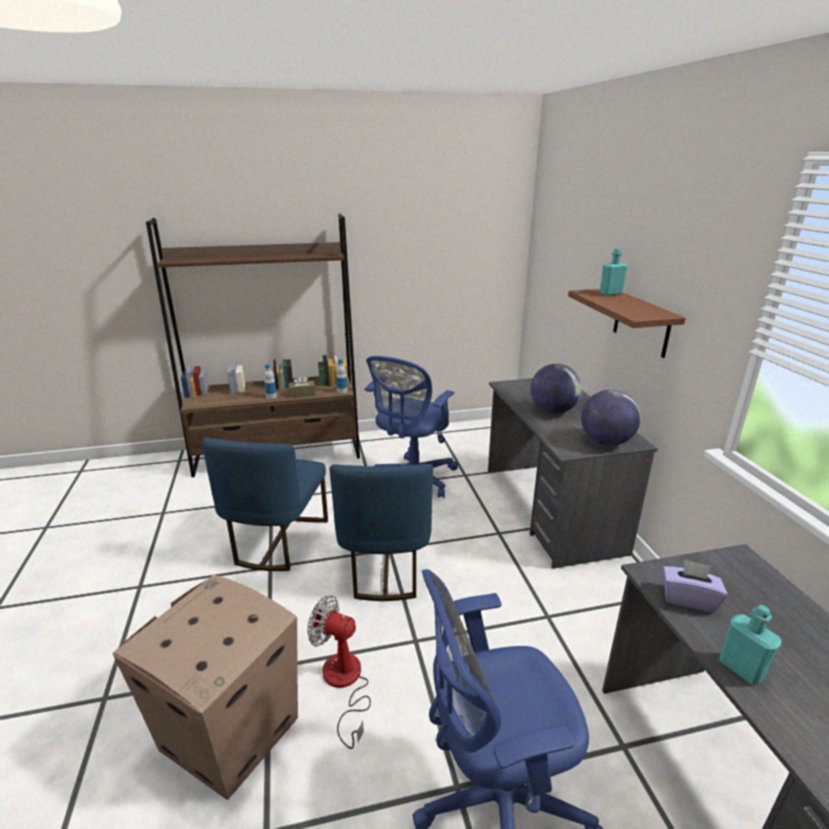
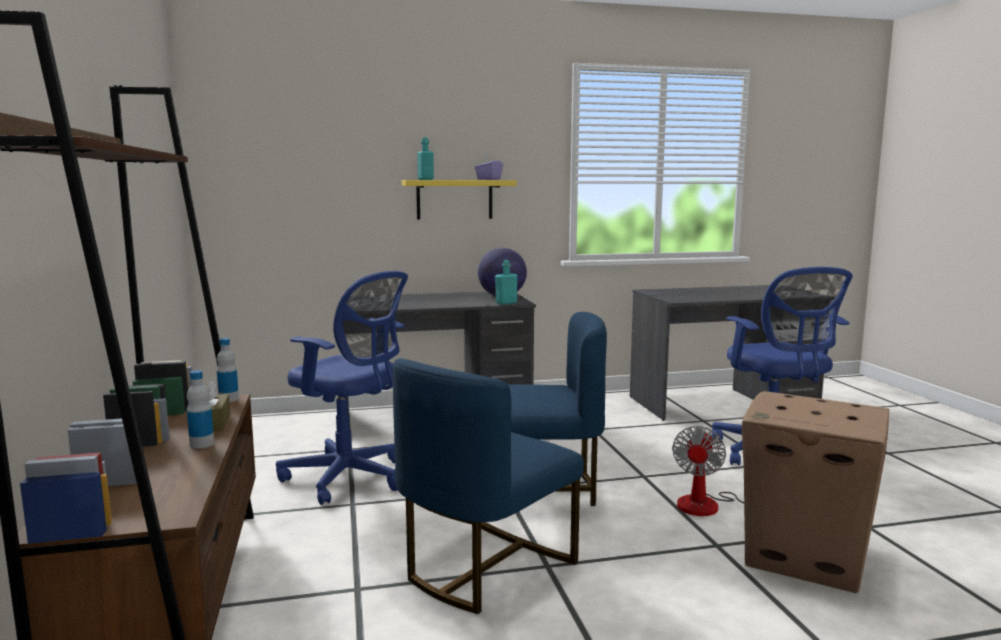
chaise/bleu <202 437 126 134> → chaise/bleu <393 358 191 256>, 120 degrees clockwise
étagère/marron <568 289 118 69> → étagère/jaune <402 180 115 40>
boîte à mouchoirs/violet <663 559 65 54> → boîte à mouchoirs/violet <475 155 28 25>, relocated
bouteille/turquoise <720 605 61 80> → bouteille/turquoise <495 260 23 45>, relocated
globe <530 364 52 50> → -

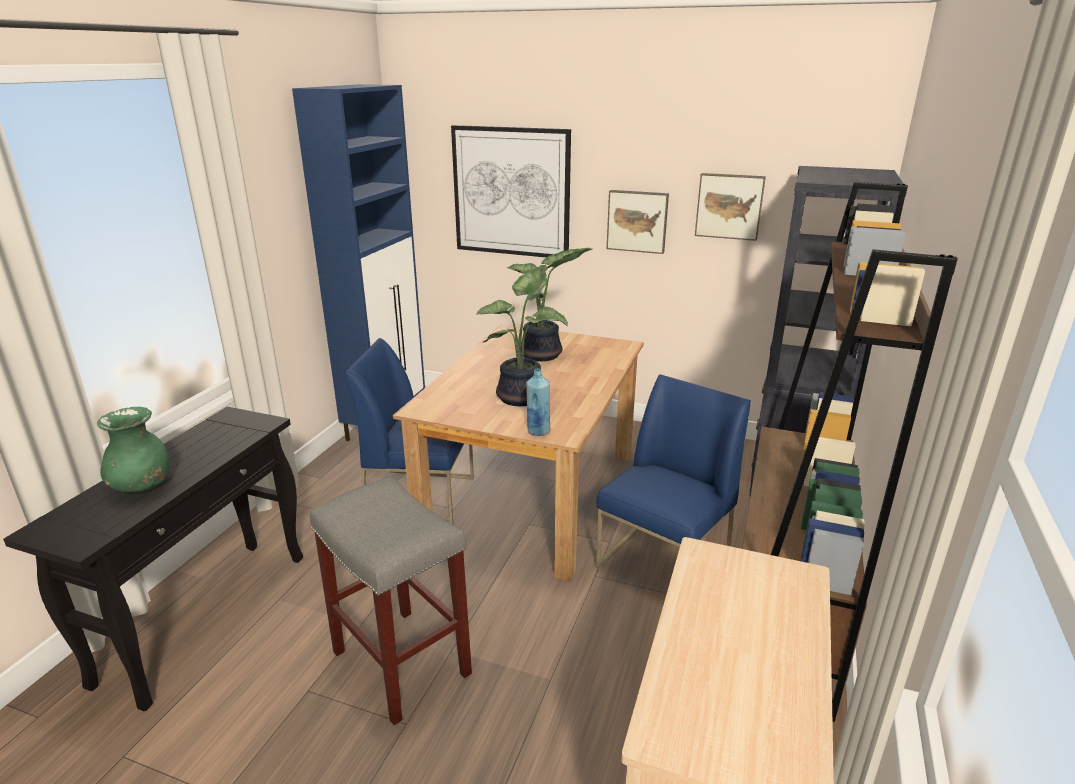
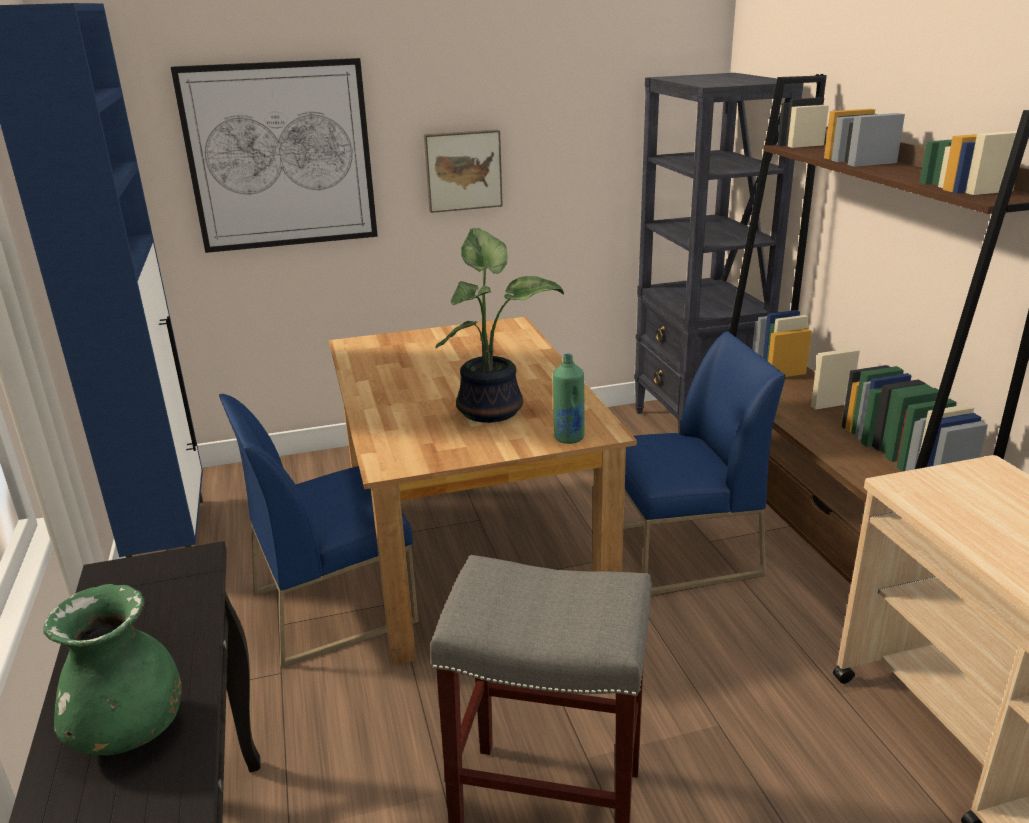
bouteille/bleu <526 368 24 68> → bouteille/vert <553 354 32 90>
chaise/bleu <596 374 155 194> → chaise/bleu <623 331 163 264>, 75 degrees clockwise
plante en pot <507 248 85 114> → -
tableau <695 173 71 68> → -

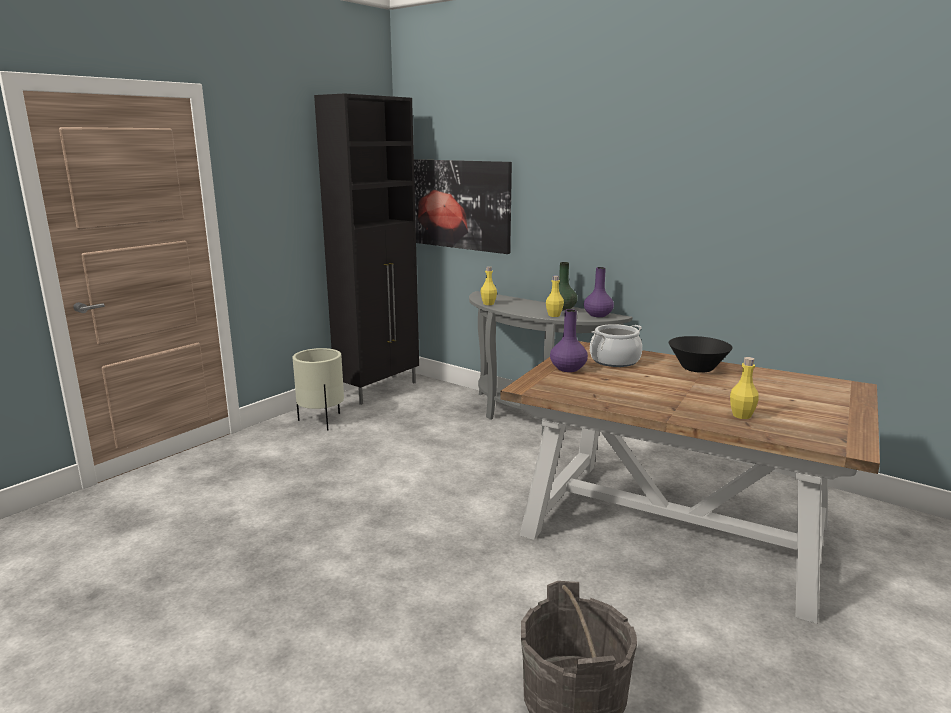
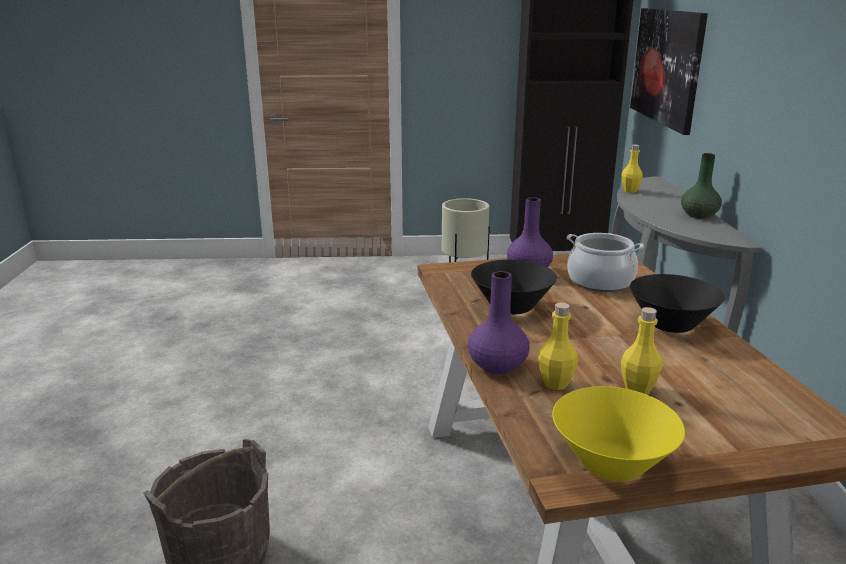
vase/violet <584 267 30 50> → vase/violet <468 271 62 103>, relocated
- → bol/noir <471 260 86 54>
- → bol/jaune <552 386 133 95>
bouteille/jaune <546 276 18 41> → bouteille/jaune <621 307 42 88>, relocated

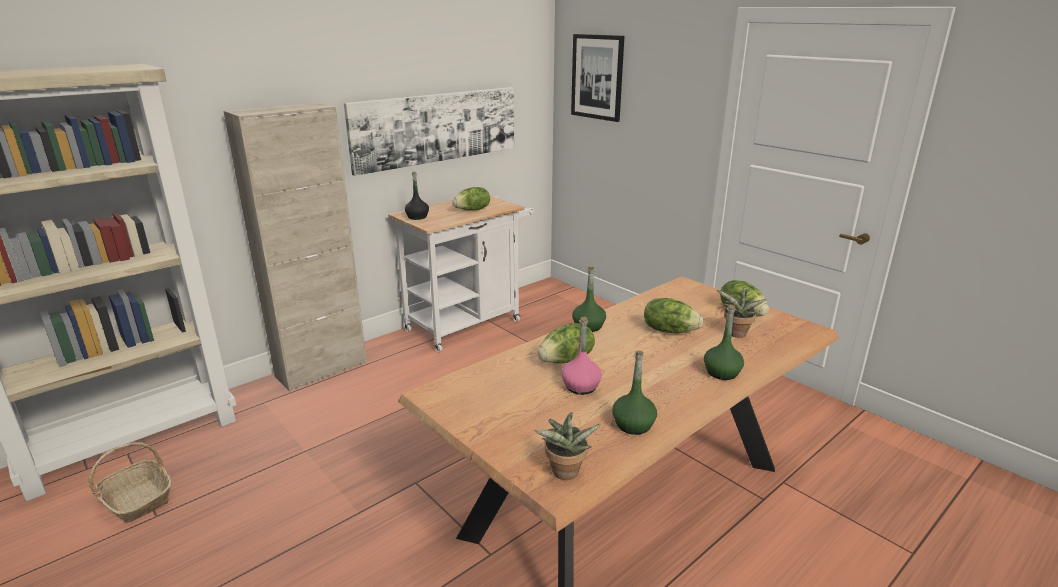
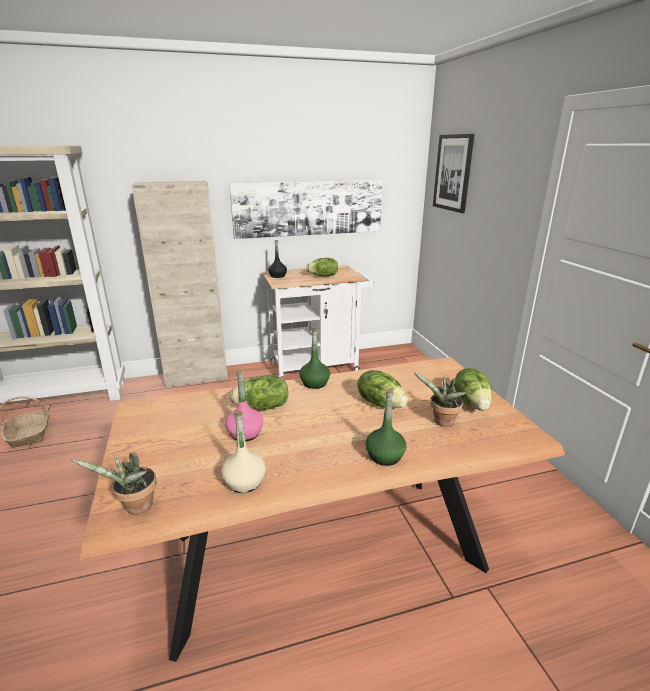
bouteille/vert <612 350 45 85> → bouteille/beige <221 410 45 83>

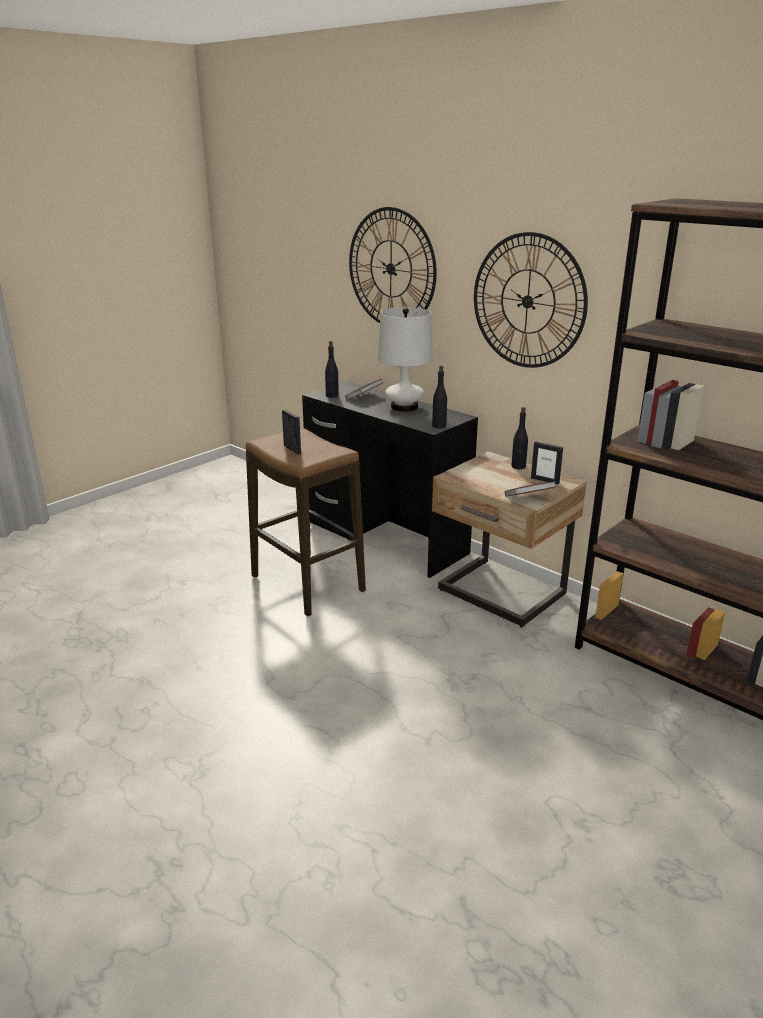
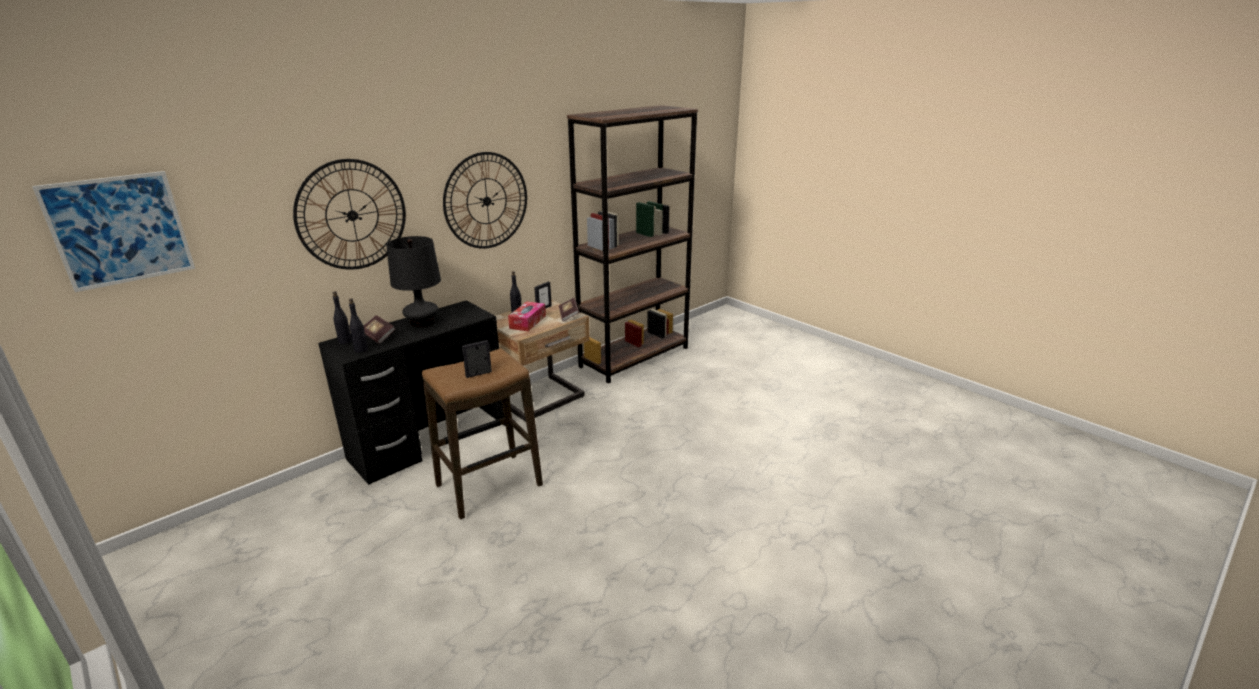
- → tableau <32 171 163 121>
bouteille/noir <432 366 15 62> → bouteille/noir <333 291 19 53>, relocated
lampe de table/blanc <378 307 55 105> → lampe de table/noir <386 236 55 91>
- → boîte à mouchoirs <508 301 38 30>

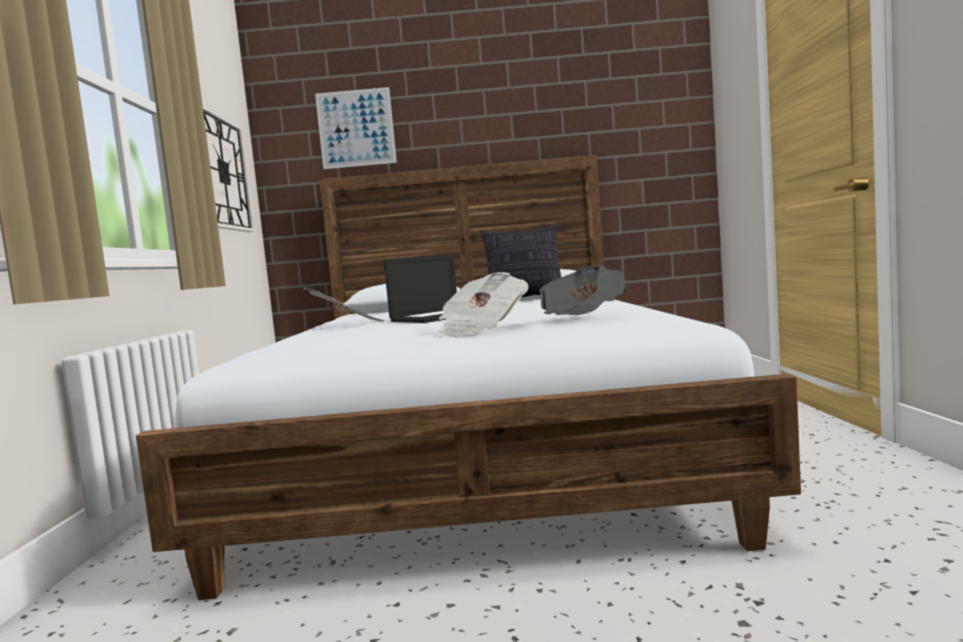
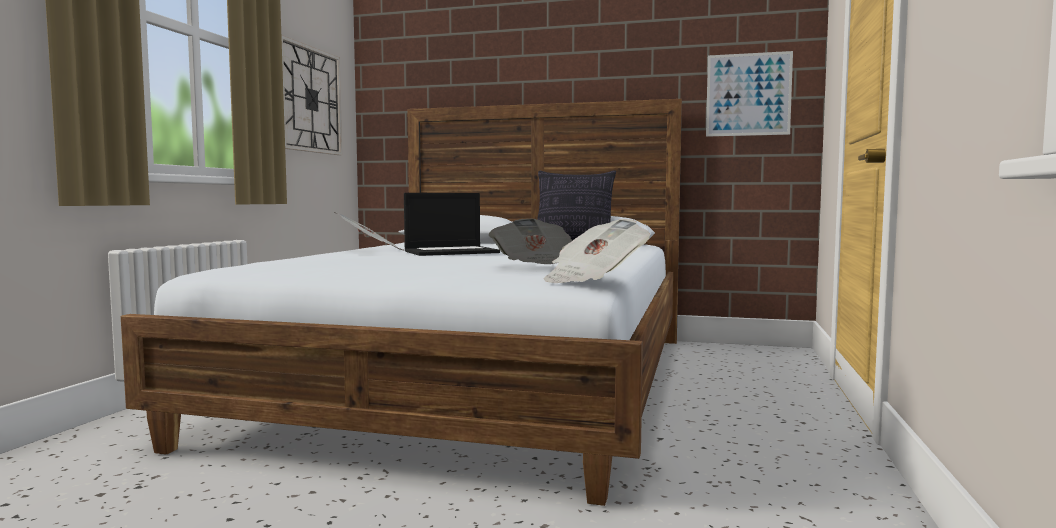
journal <438 272 91 66> → journal <544 219 106 64>, relocated
tableau <315 87 82 82> → tableau <706 51 87 86>, relocated

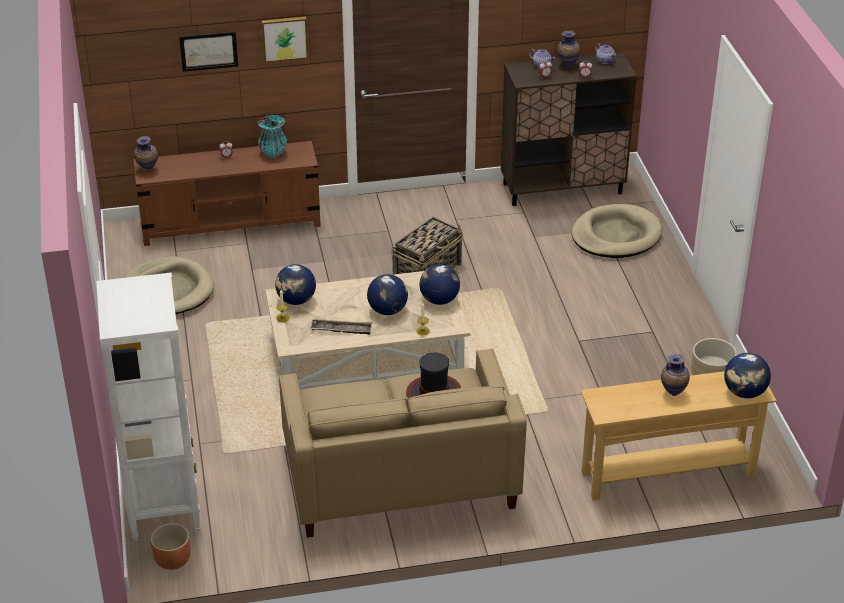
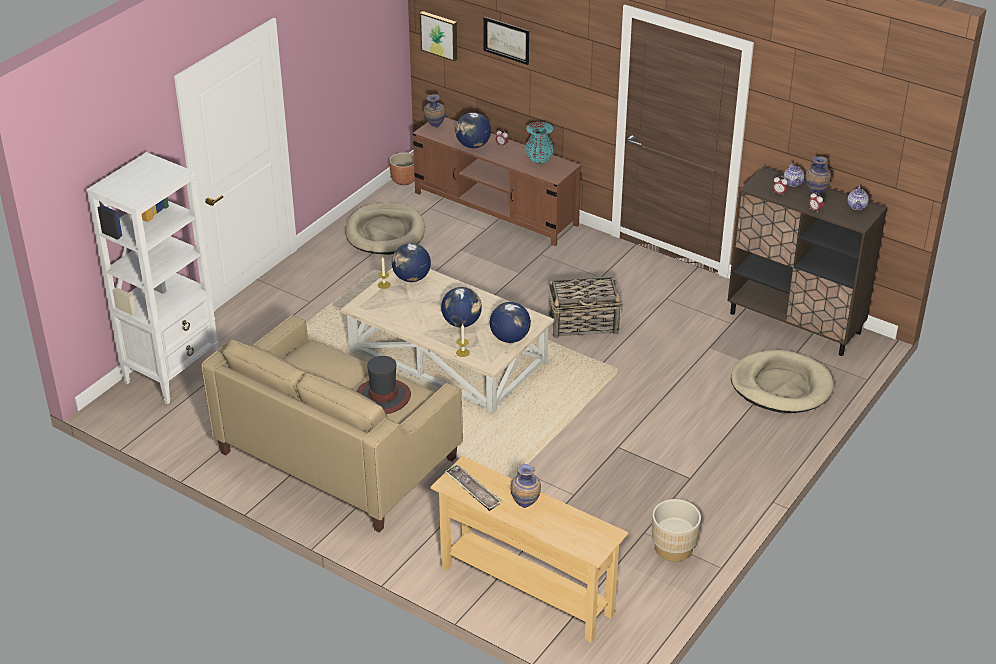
cache-pot/marron <150 523 41 47> → cache-pot/marron <389 152 26 33>, relocated
tableau <261 17 47 45> → tableau <420 11 37 50>, relocated
plateau <311 319 61 16> → plateau <444 464 58 47>, relocated
globe <724 353 47 45> → globe <455 112 36 36>, relocated

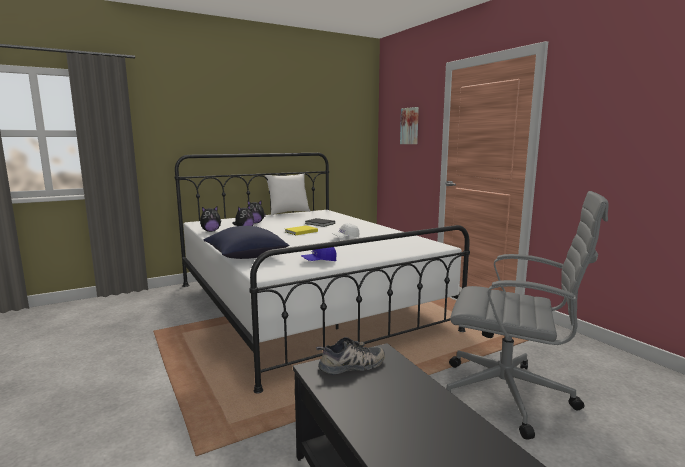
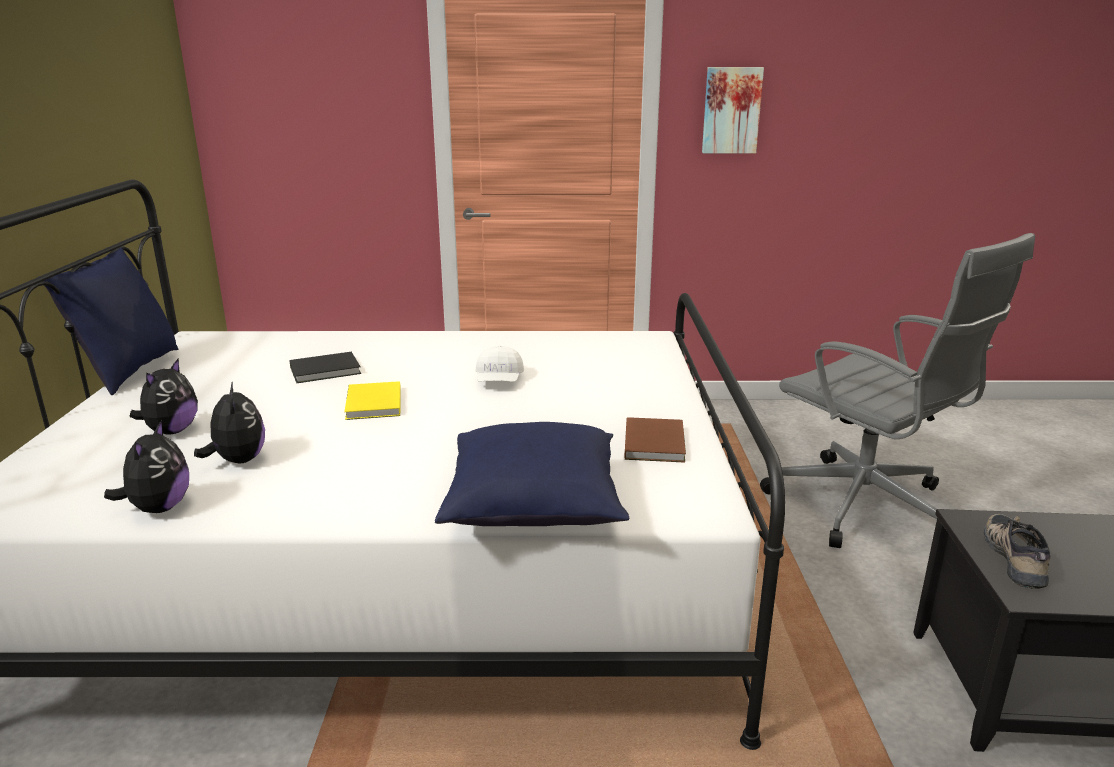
coussin/blanc <265 174 46 42> → coussin/bleu <38 248 140 147>
casquette/bleu <301 247 36 14> → livre/marron <625 417 61 46>
tableau <400 107 19 37> → tableau <702 67 62 86>, relocated
chaise de bureau/gris <446 191 162 249> → chaise de bureau/gris <760 233 275 315>, 90 degrees clockwise

